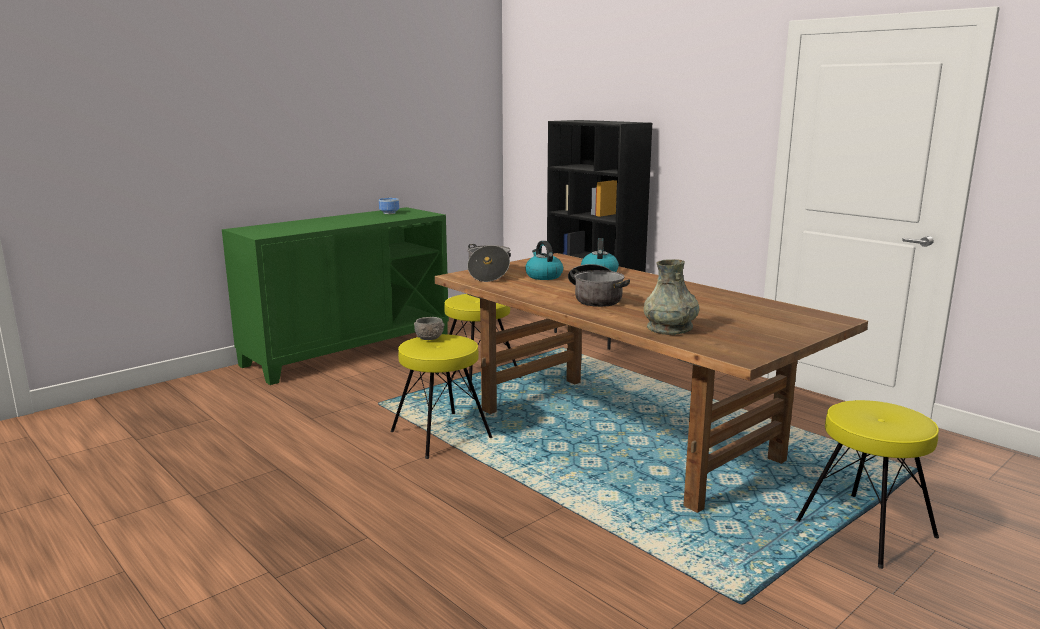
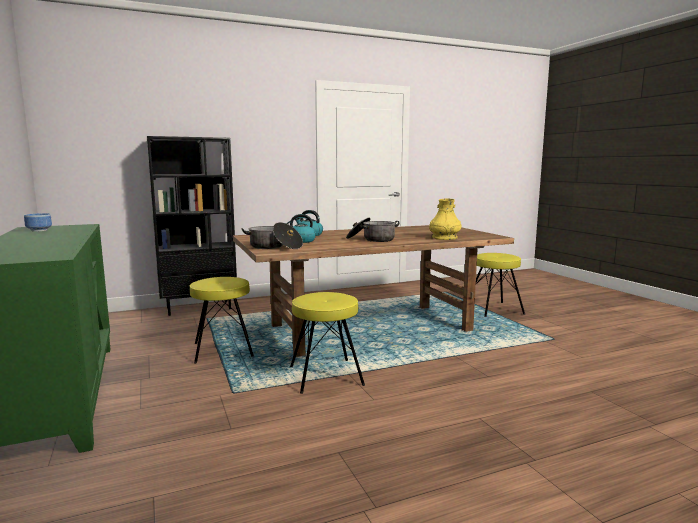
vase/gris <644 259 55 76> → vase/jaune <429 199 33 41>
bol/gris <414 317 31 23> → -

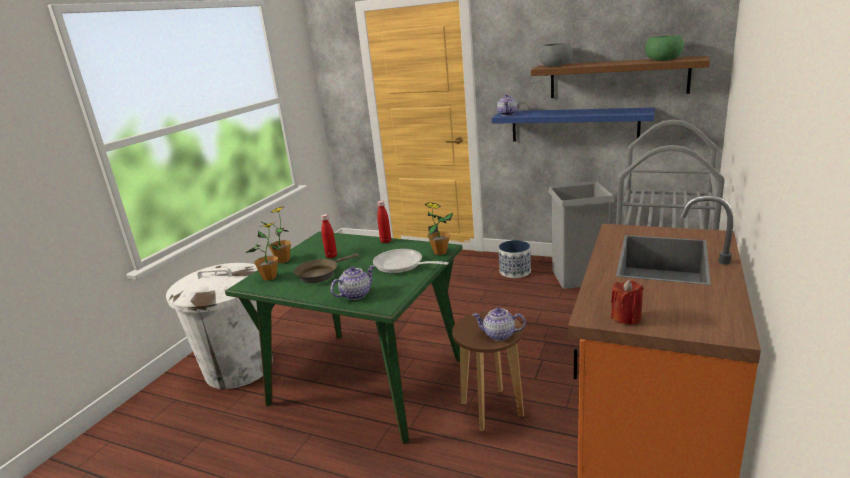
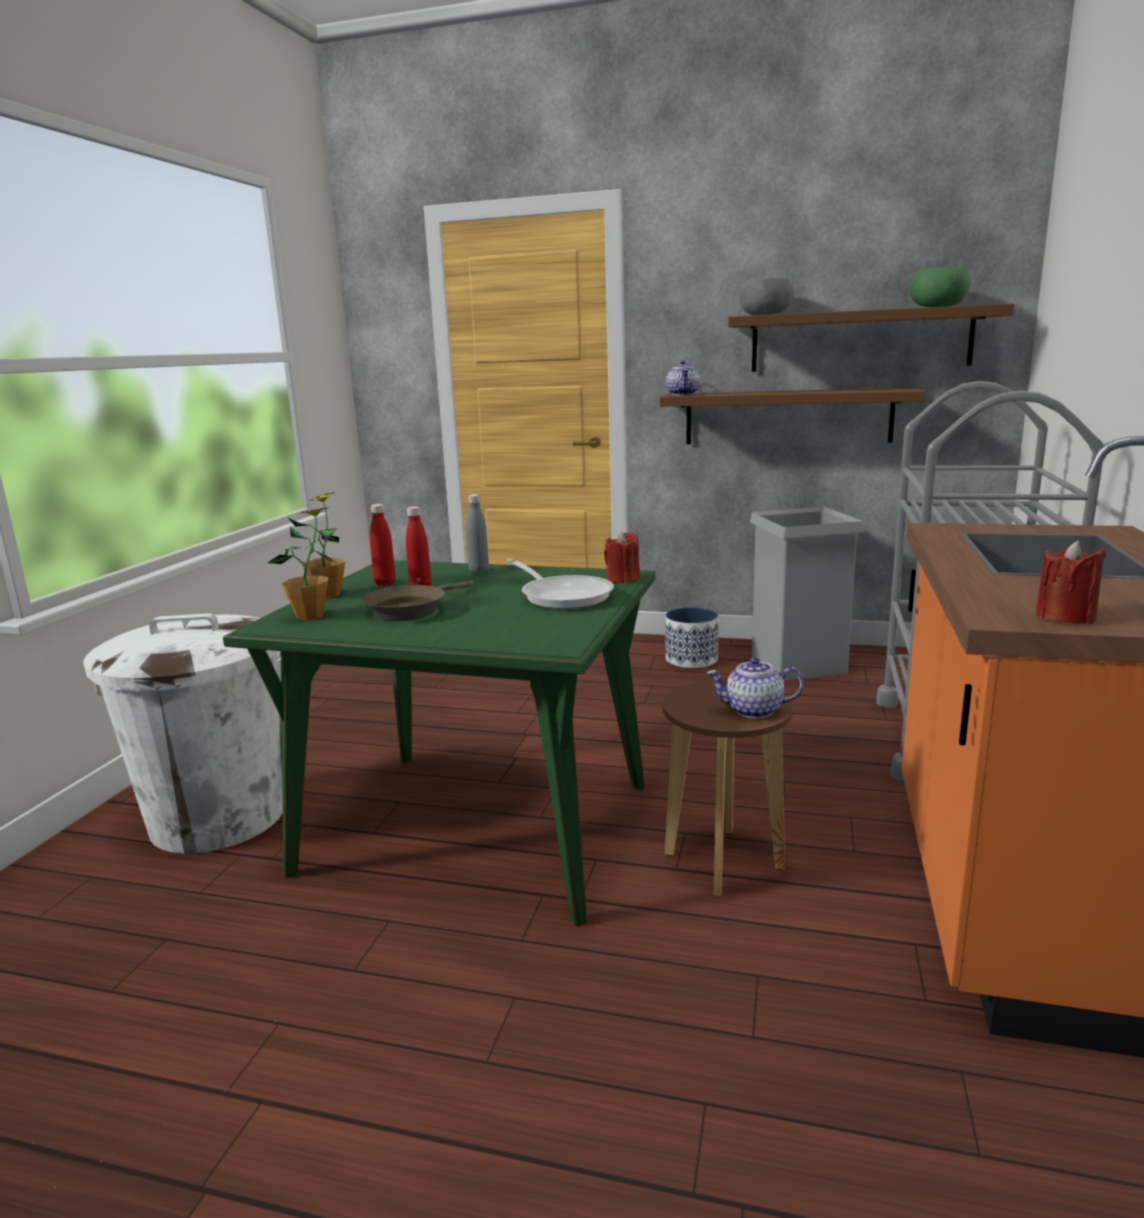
bouteille/rouge <377 201 14 42> → bouteille/rouge <370 504 26 82>, relocated
- → bouteille/gris <466 494 23 79>
poêle <373 249 76 24> → poêle <506 558 108 51>, 150 degrees counterclockwise
plante en pot <425 202 28 53> → bougie/rouge <604 531 36 52>
étagère/bleu <492 107 163 35> → étagère/marron <659 388 267 56>
théière <331 265 44 35> → -

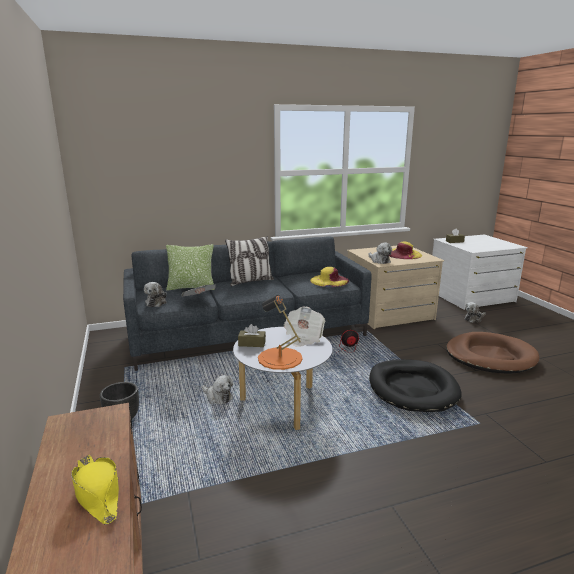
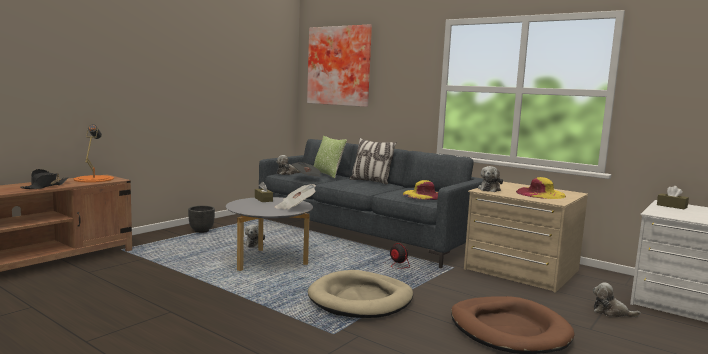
chapeau/jaune <71 455 48 70> → chapeau/noir <20 169 48 20>
lampe de table/orange <258 295 45 75> → lampe de table/orange <74 124 40 58>, relocated
- → tableau <307 24 65 83>
panier pour chien/noir <369 359 93 53> → panier pour chien/beige <308 270 105 48>

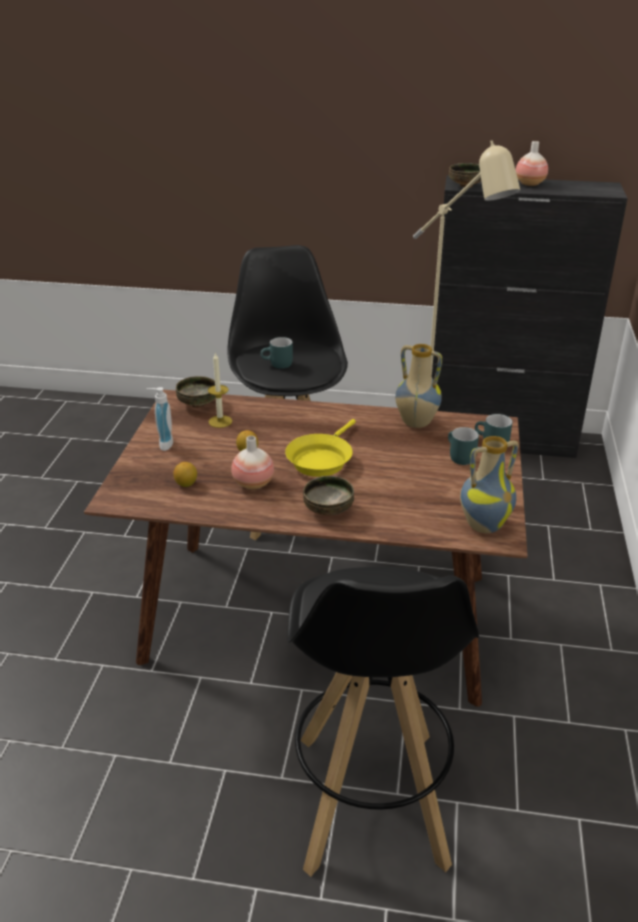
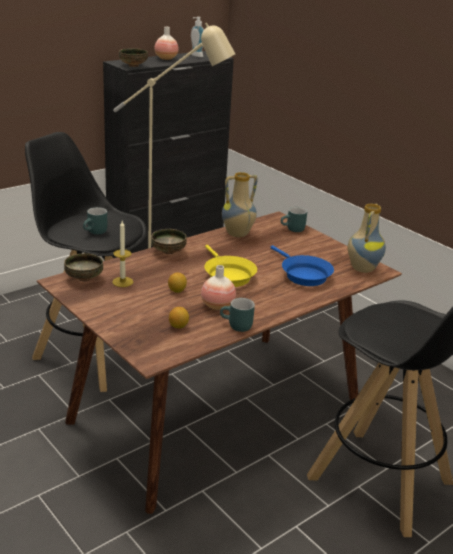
bol <303 476 51 40> → bol <151 229 36 25>, relocated
distributeur de savon <146 387 27 64> → distributeur de savon <191 17 13 40>, relocated
mug/turquoise <448 427 31 38> → mug/turquoise <220 298 35 34>, relocated
- → poêle/bleu <271 245 63 41>

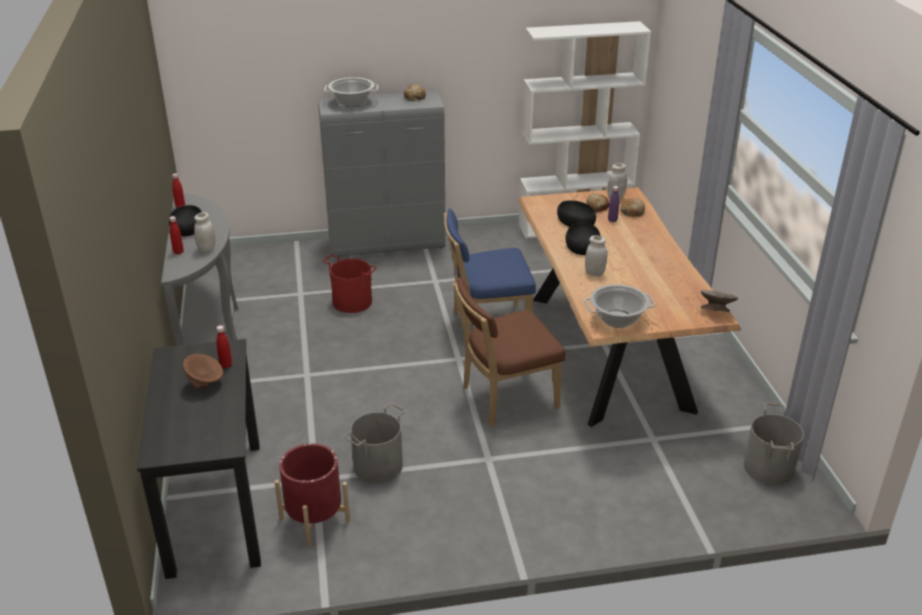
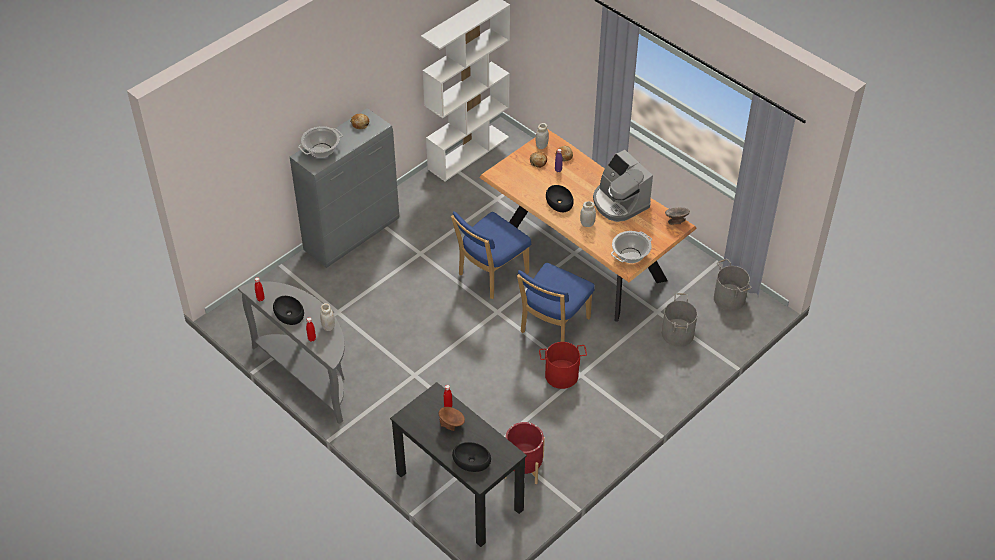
bol/noir <557 200 39 27> → bol/noir <452 442 39 30>, relocated
chaise/marron <453 277 112 150> → chaise/bleu <517 263 78 79>
seau/rouge <323 255 54 58> → seau/rouge <539 342 48 47>, relocated
- → machine à café <593 150 60 72>
seau/gris <344 403 62 80> → seau/gris <662 293 35 54>, relocated

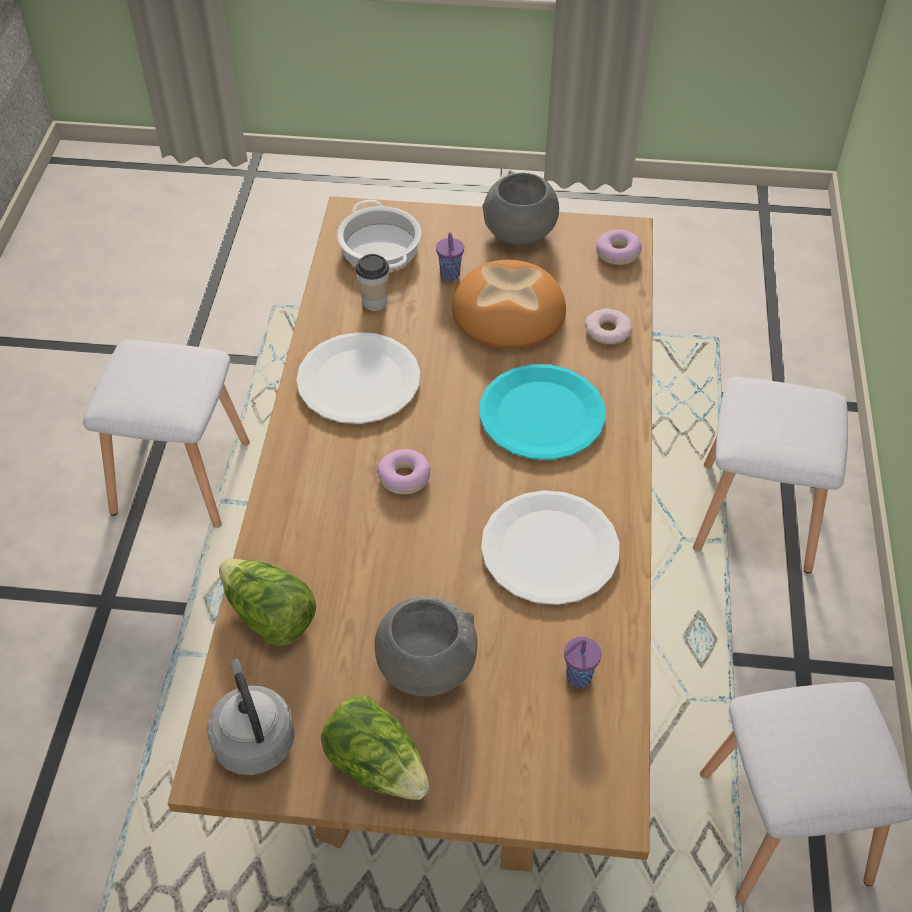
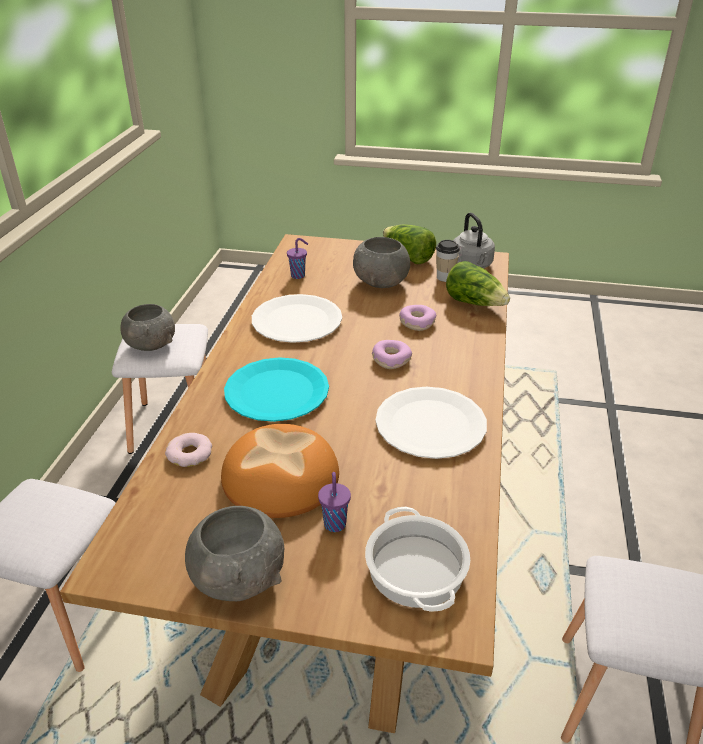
- → bol/gris <120 304 55 47>
beignet <596 230 46 35> → beignet <399 305 37 26>, relocated
tasse <355 254 34 57> → tasse <436 240 24 42>, relocated

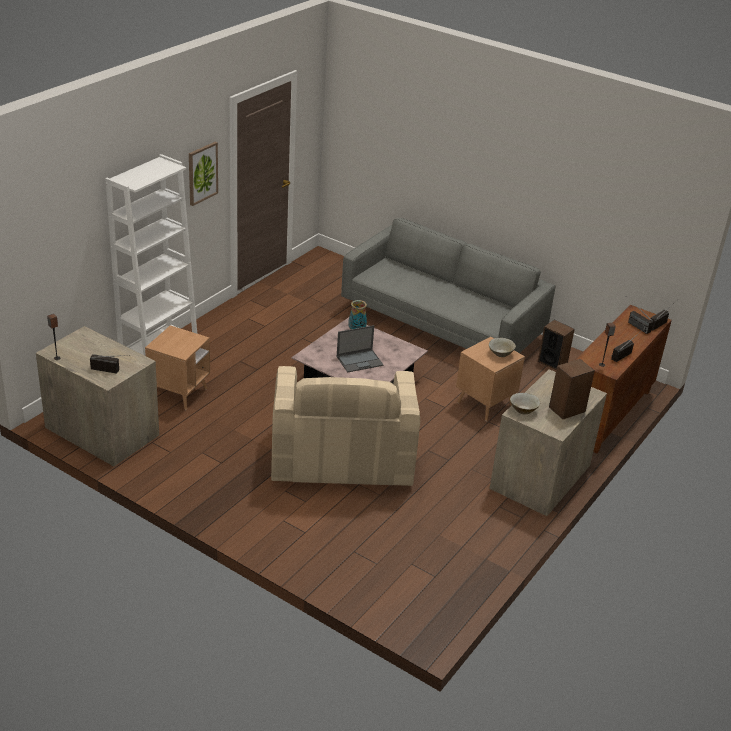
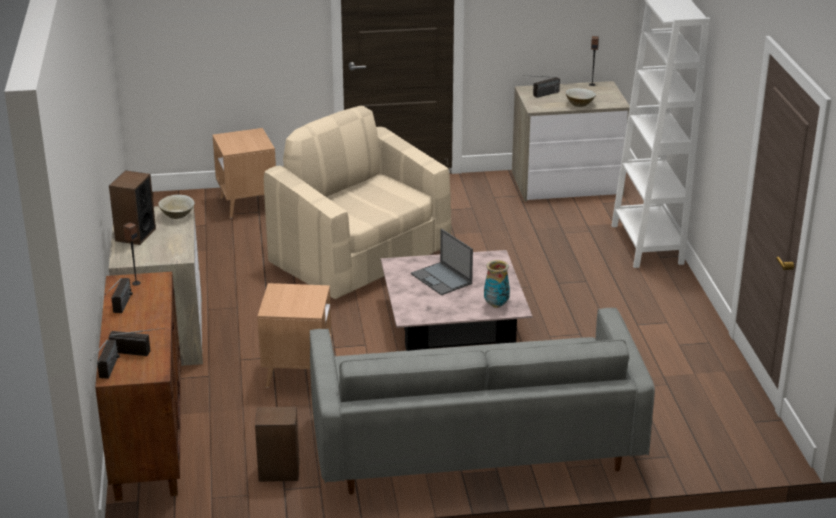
table d'appoint/marron <145 325 65 85> → table d'appoint/marron <212 128 64 90>, relocated
ordinateur portable <336 325 48 48> → ordinateur portable <411 229 62 66>, 60 degrees counterclockwise
bol/beige <489 338 27 19> → bol/beige <565 88 31 19>, relocated
tableau <189 142 29 64> → -

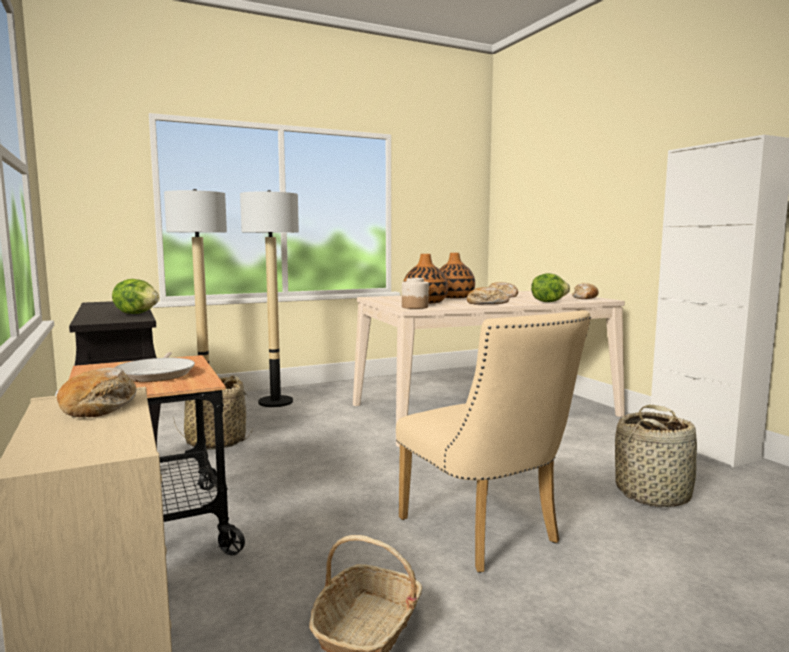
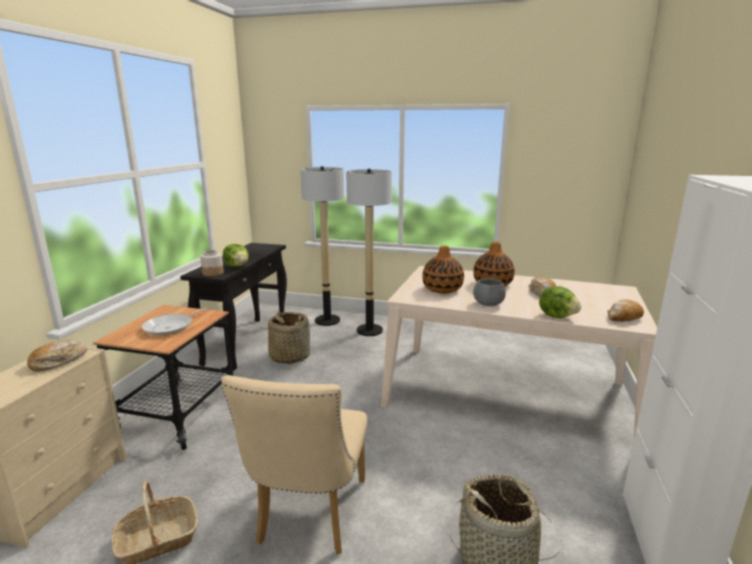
bocal <402 278 27 31> → bocal <200 250 24 26>, relocated
pain <467 287 42 17> → bol/gris <473 278 33 28>

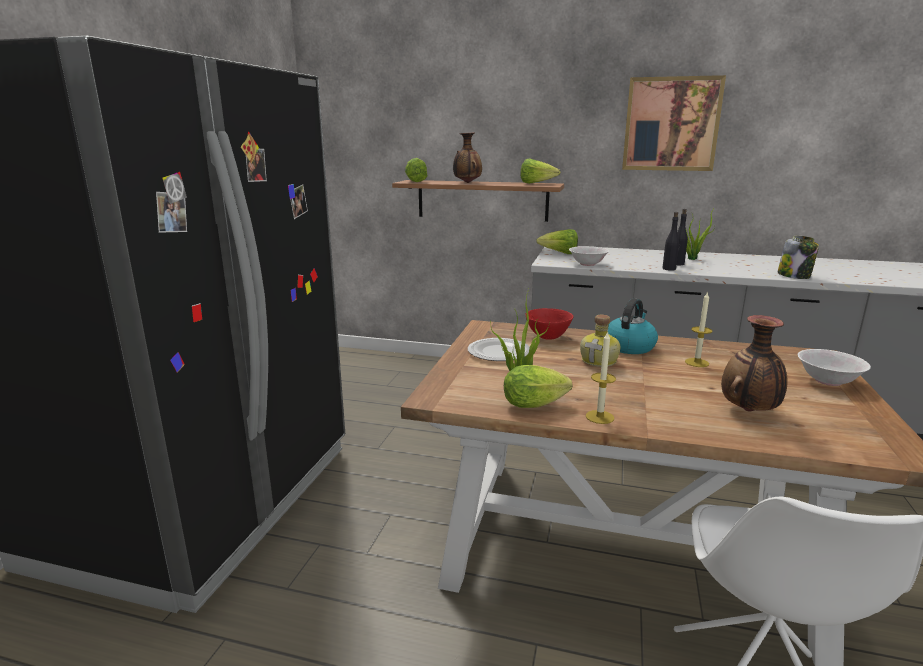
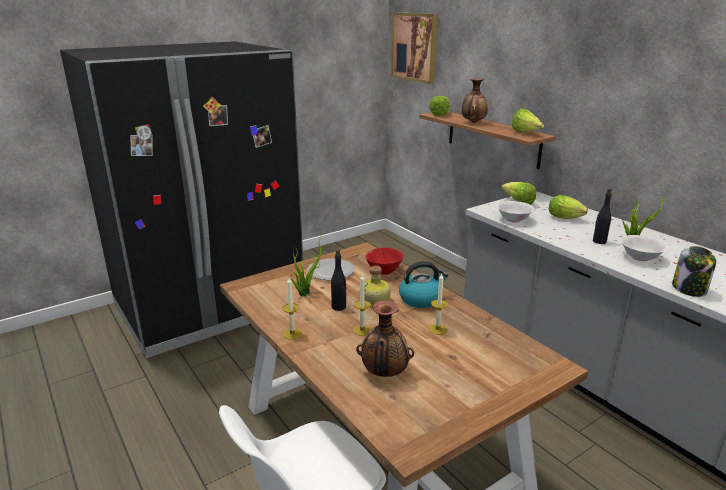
bouteille/noir <662 212 17 59> → bouteille/noir <331 249 15 62>, relocated
- → bougie <353 274 19 62>
tableau <622 75 104 96> → tableau <391 12 47 72>, relocated
laitue <504 365 68 43> → laitue <549 195 39 24>, relocated
bol/blanc <797 349 74 37> → bol/blanc <620 235 48 26>, relocated

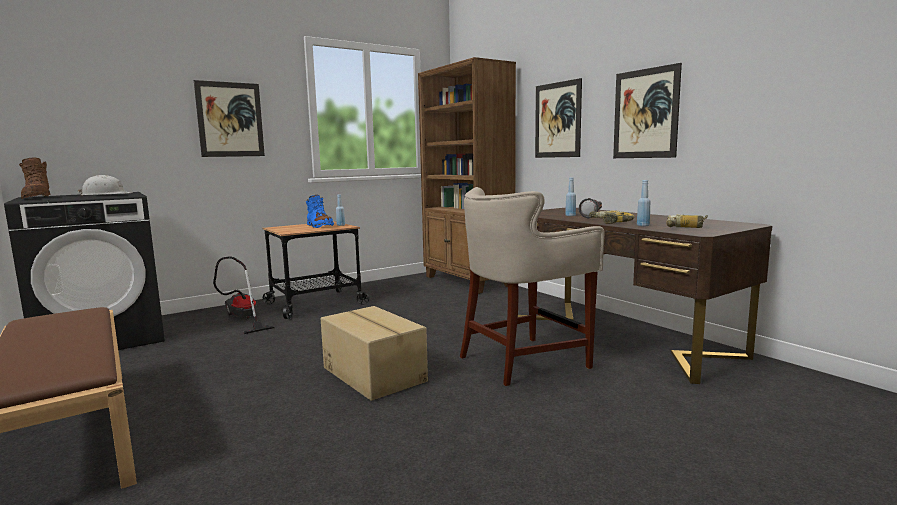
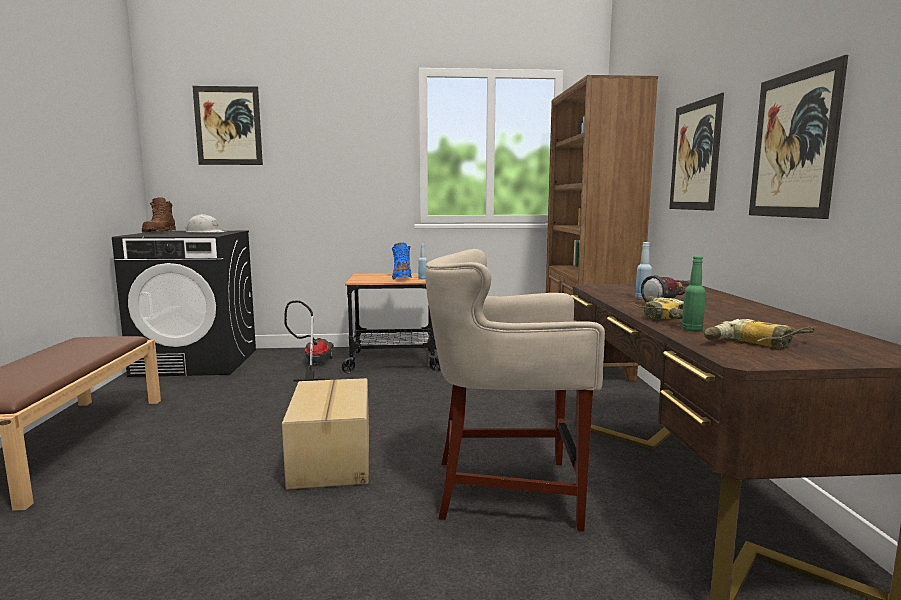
tableau <194 80 71 77> → tableau <192 86 71 79>, relocated
bouteille/bleu <637 180 14 46> → bouteille/vert <682 256 24 76>

